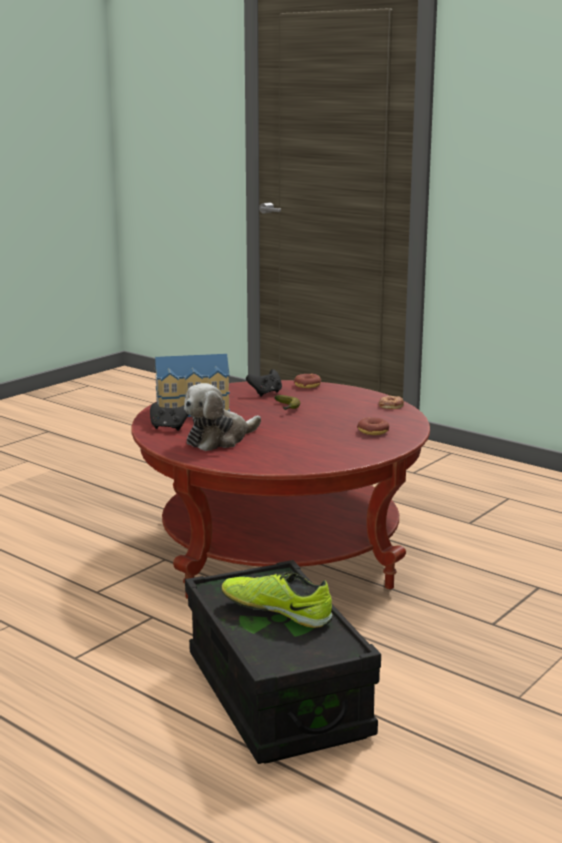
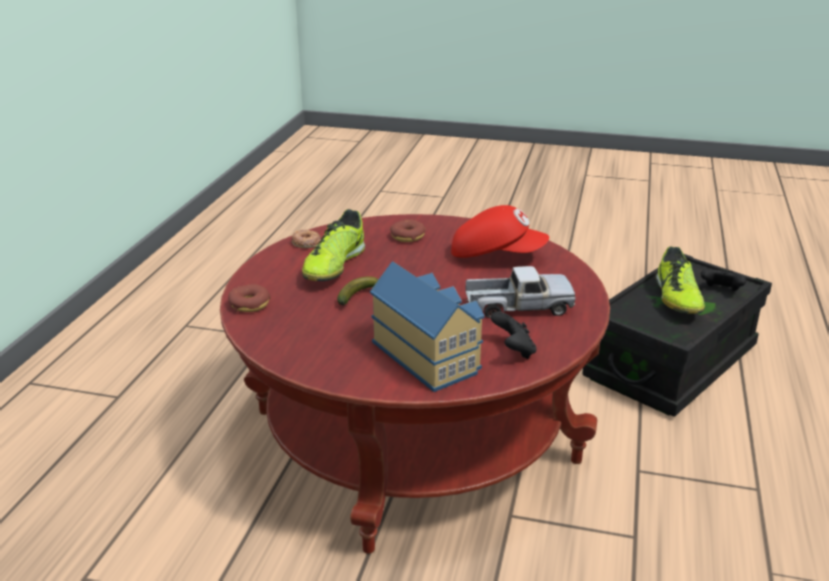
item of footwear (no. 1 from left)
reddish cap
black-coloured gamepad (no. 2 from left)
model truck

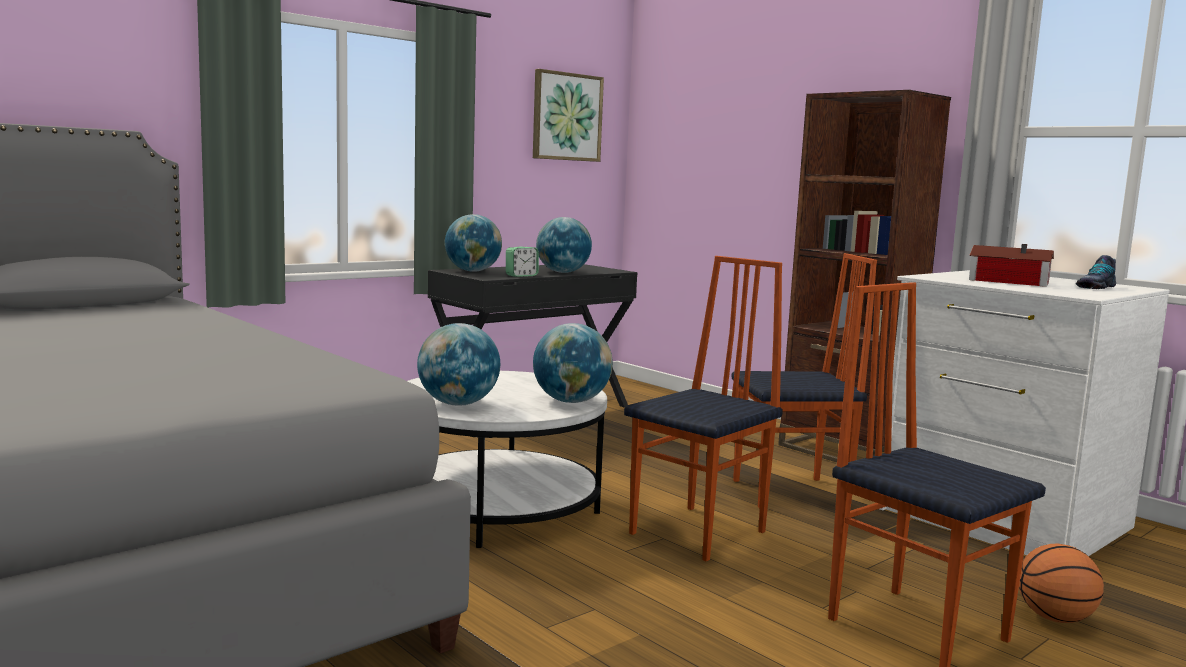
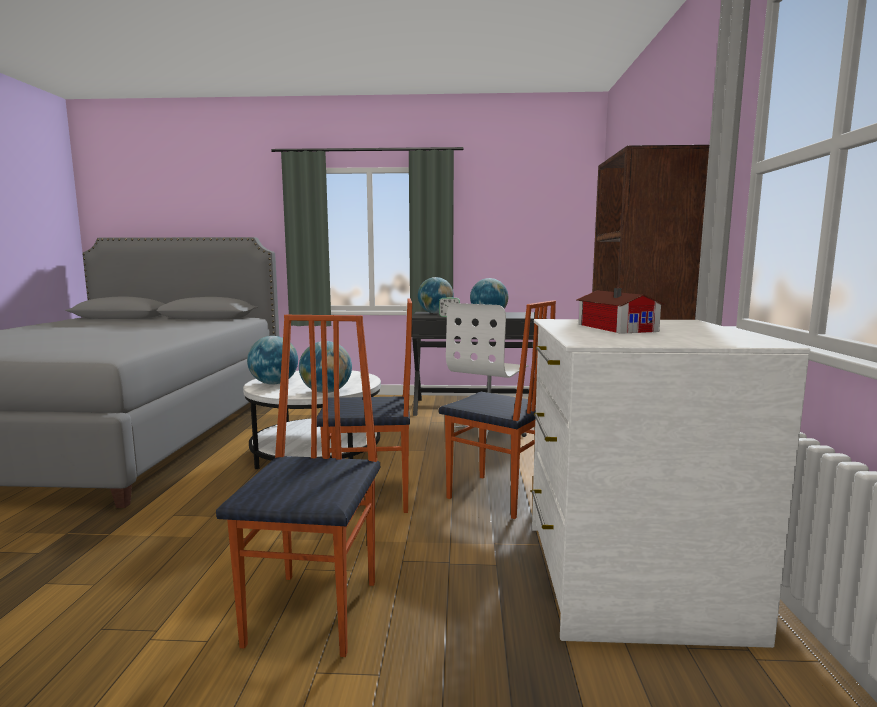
wall picture
ball for basketball
item of footwear
white computer chair

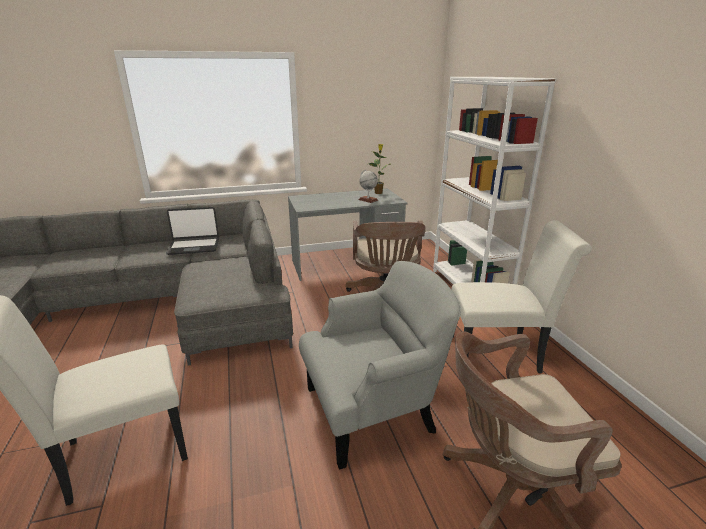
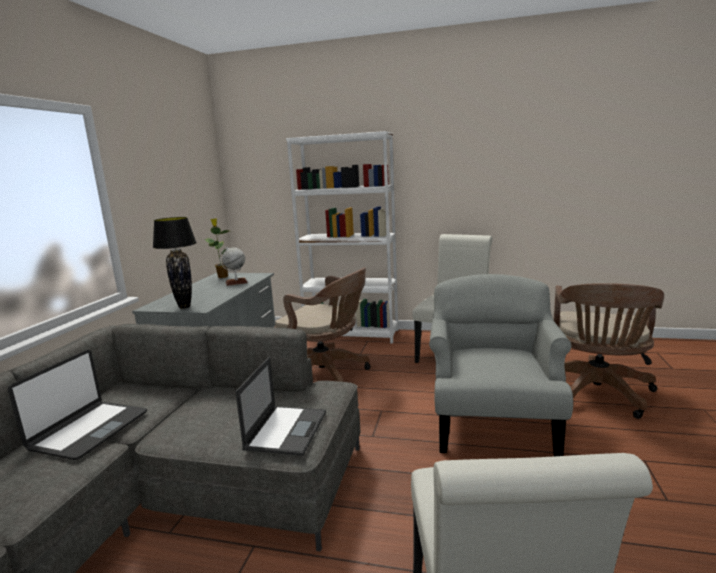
black-coloured table lamp
notebook computer (no. 2 from left)

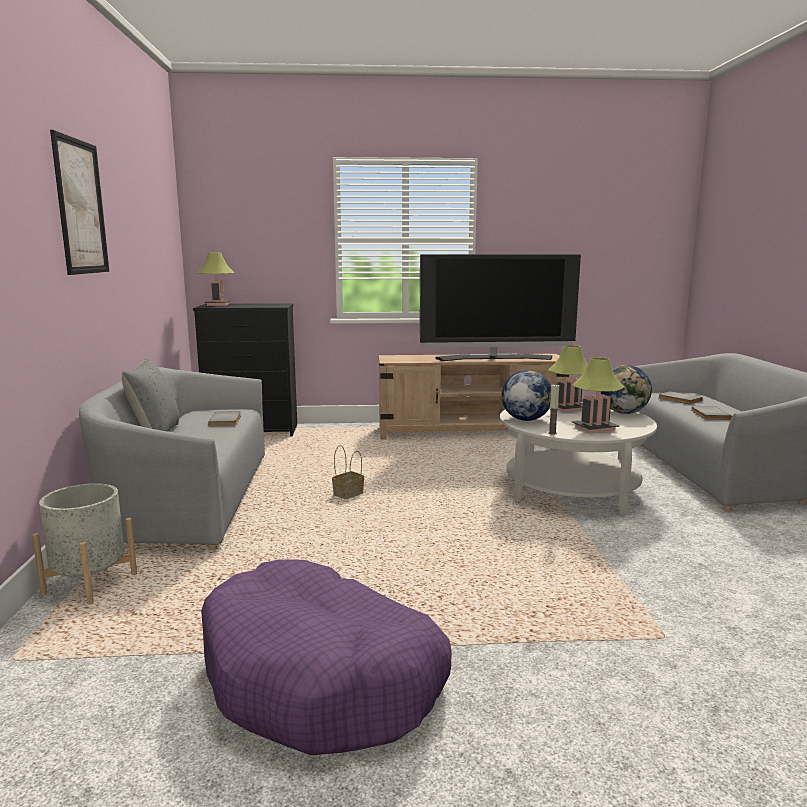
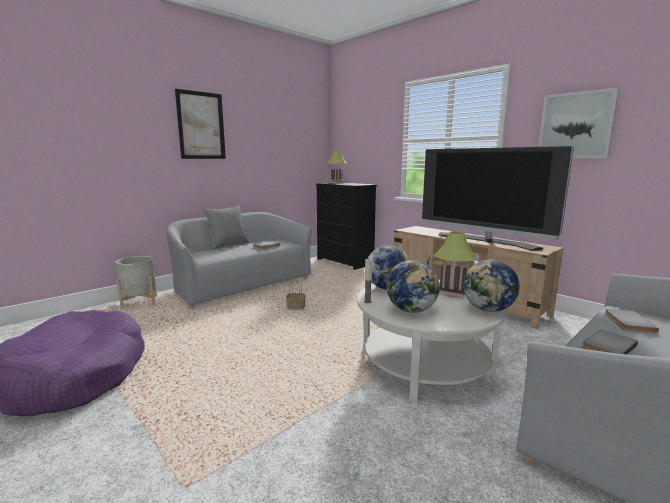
wall picture (no. 2 from left)
world globe (no. 2 from left)

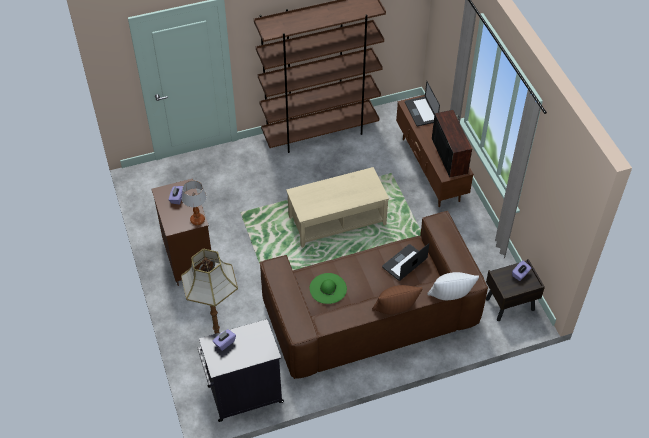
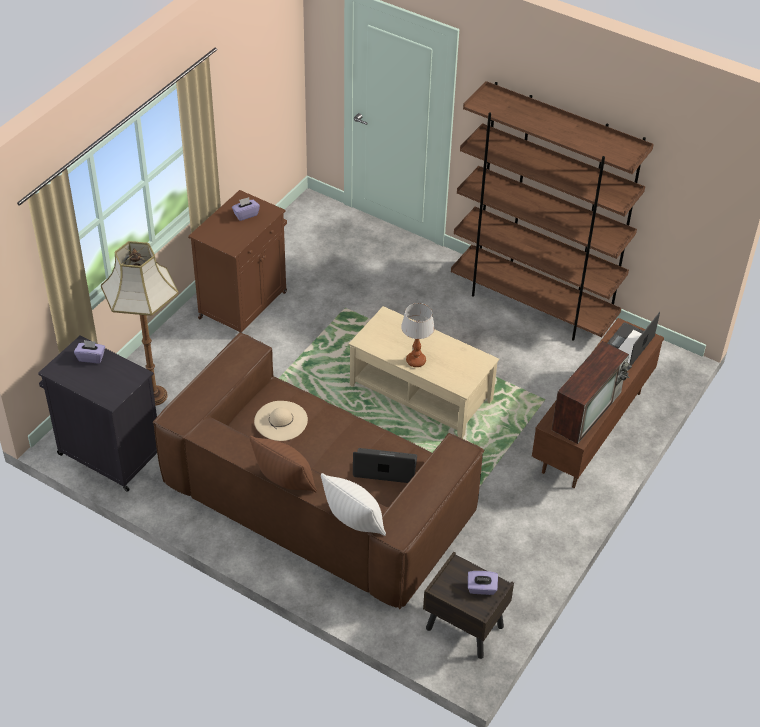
table lamp
beige wearable hat

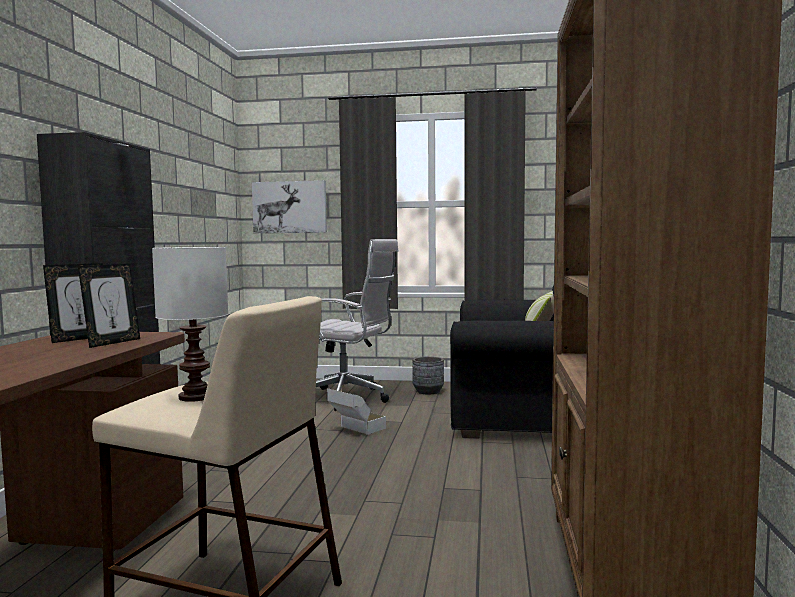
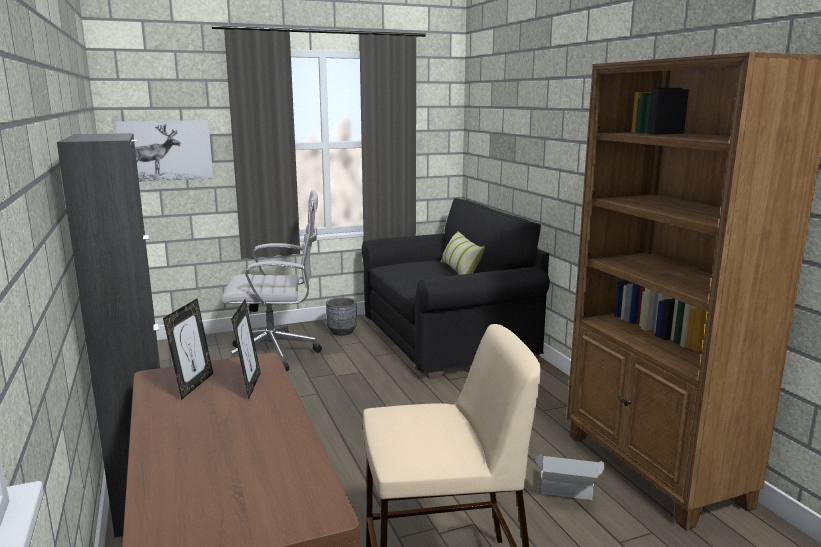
white table lamp
cardboard box

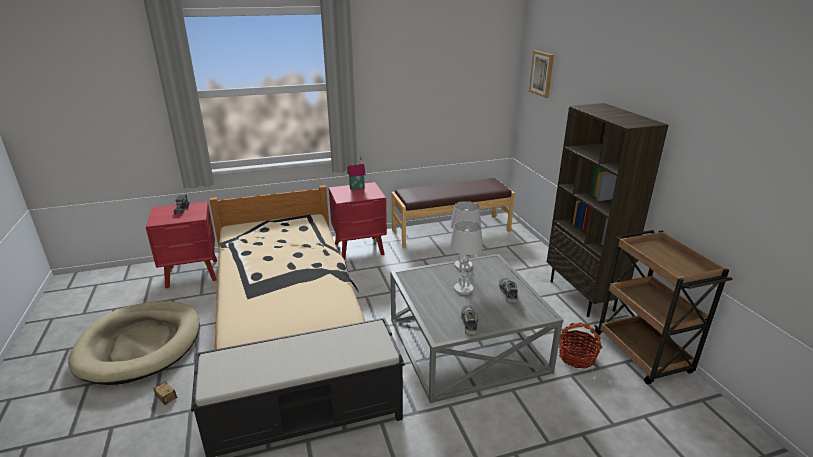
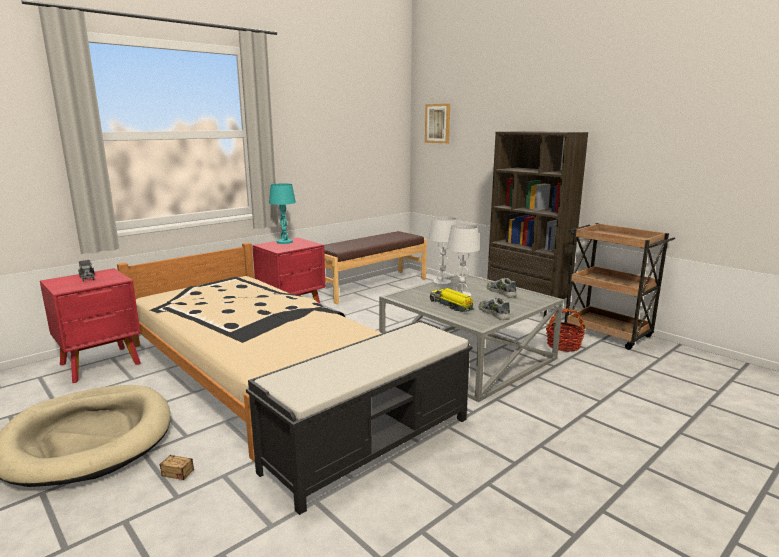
model truck (no. 2 from left)
turquoise table lamp

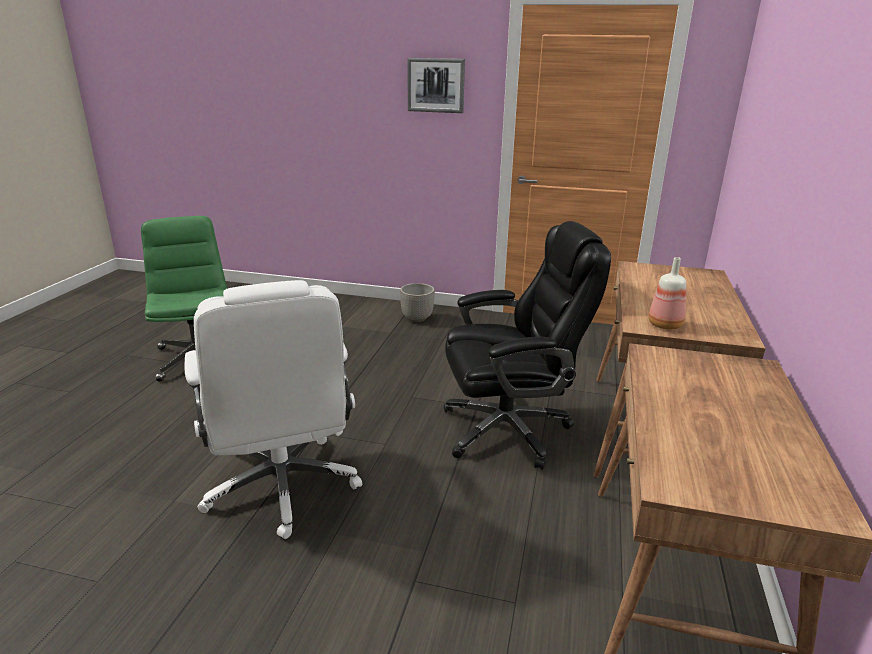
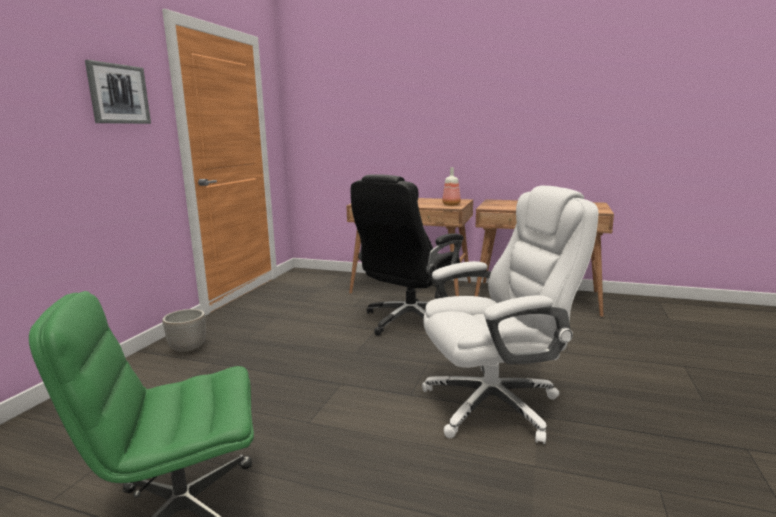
black-coloured computer chair

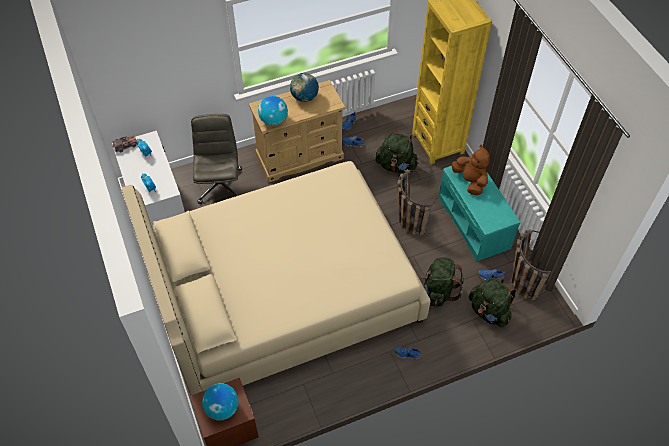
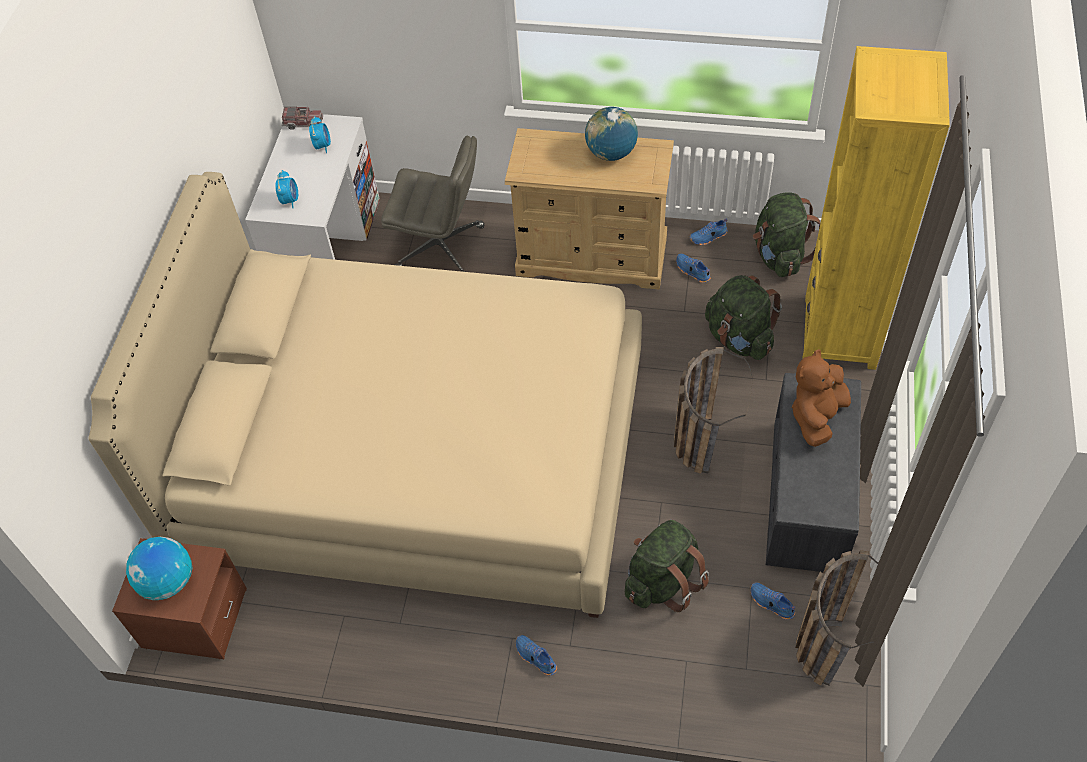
world globe (no. 2 from left in the first image)
green knapsack (no. 3 from left)
greyish indoor bench
greyish computer chair
brownish soft toy

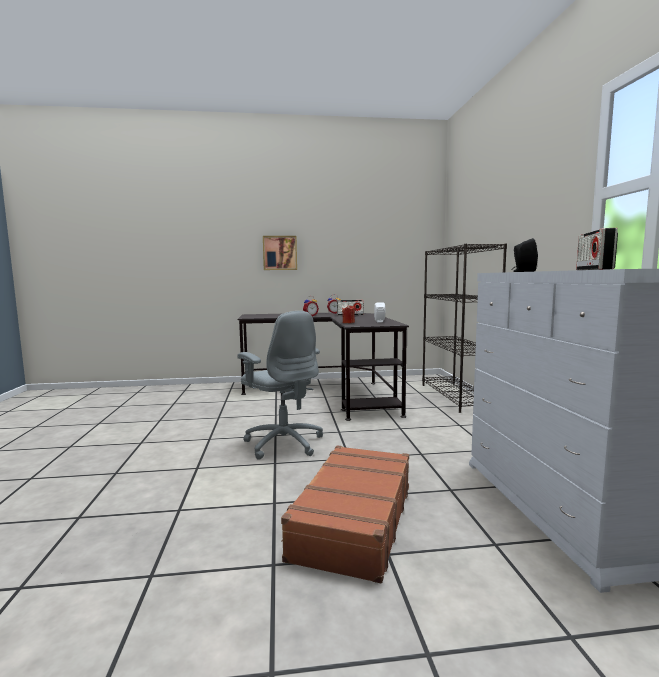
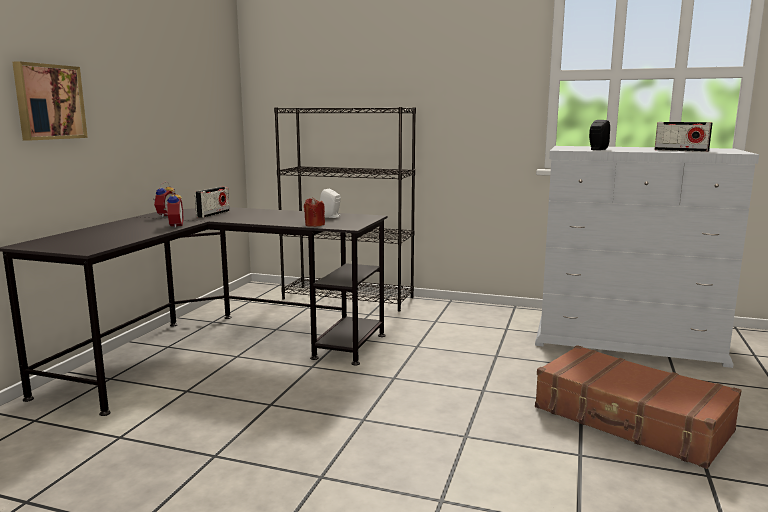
greyish computer chair

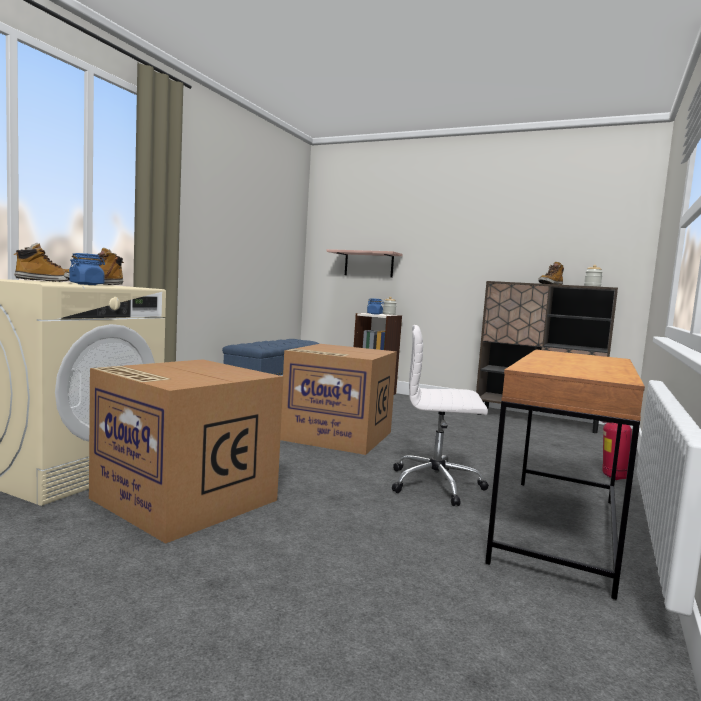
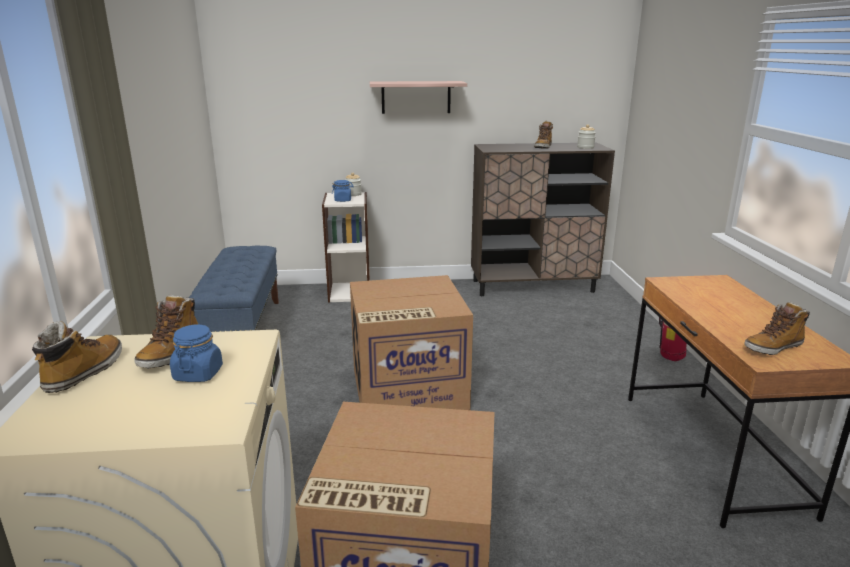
white computer chair
tall boot (no. 4 from left)
shelf

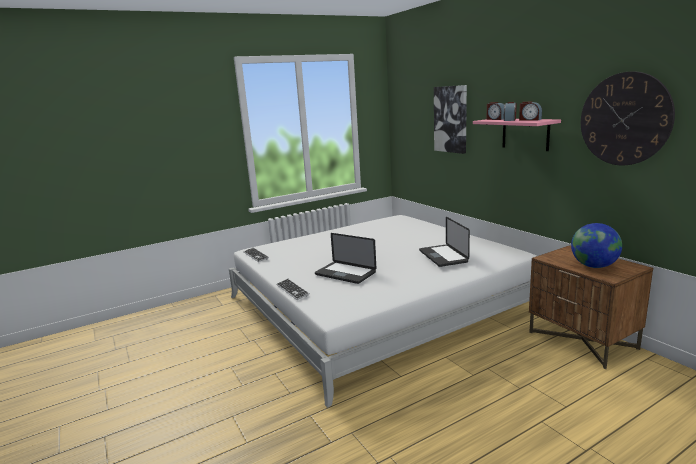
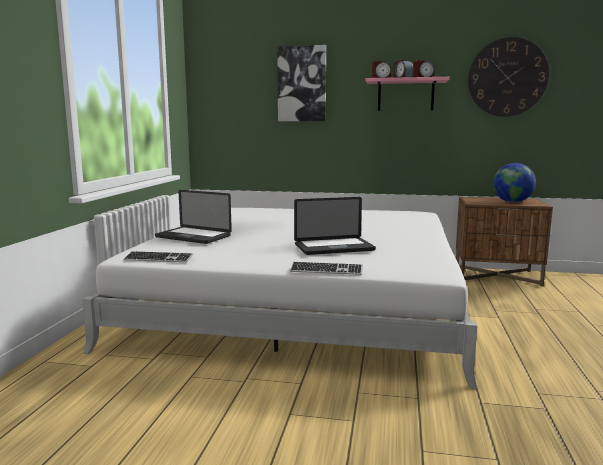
notebook computer (no. 1 from left)

